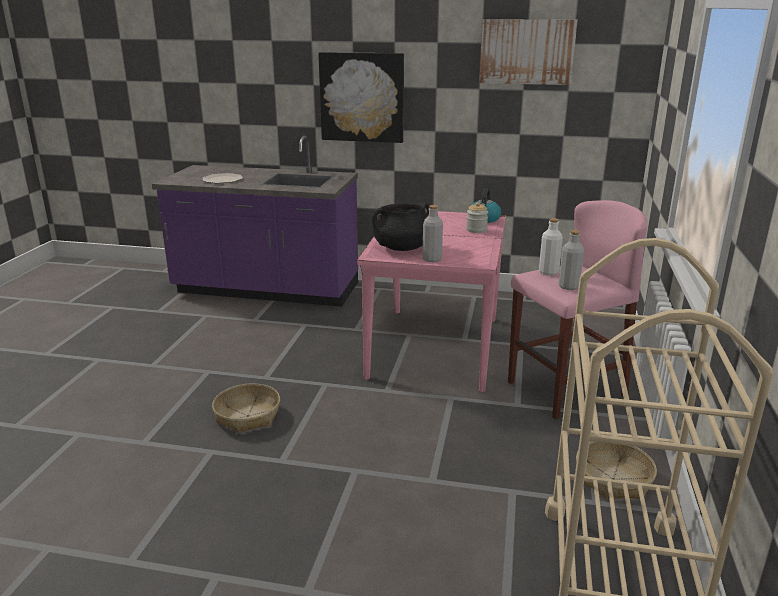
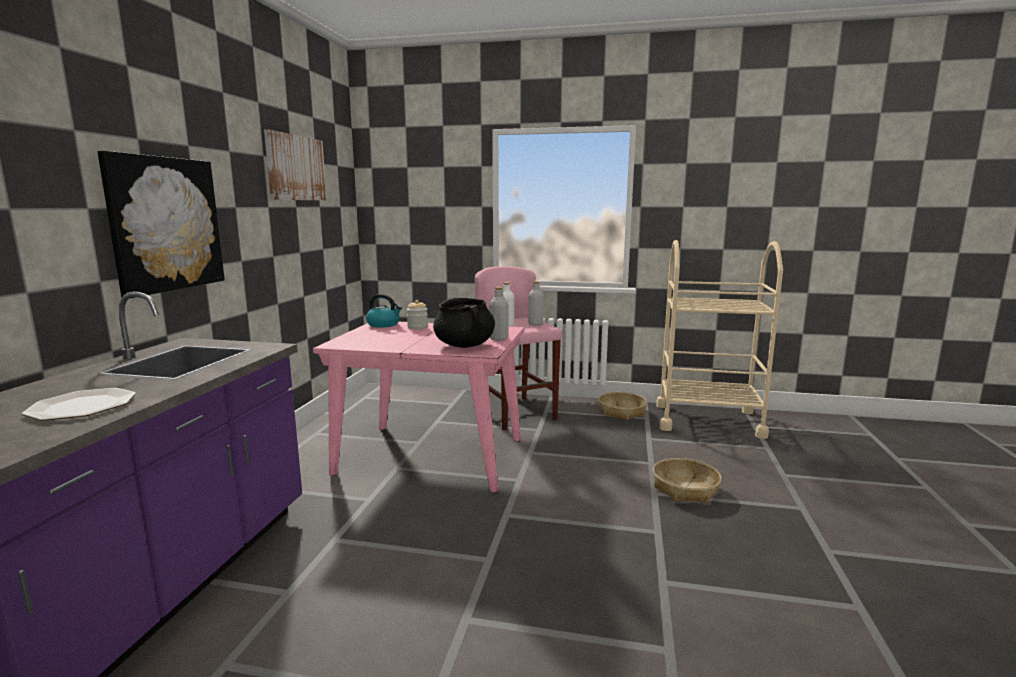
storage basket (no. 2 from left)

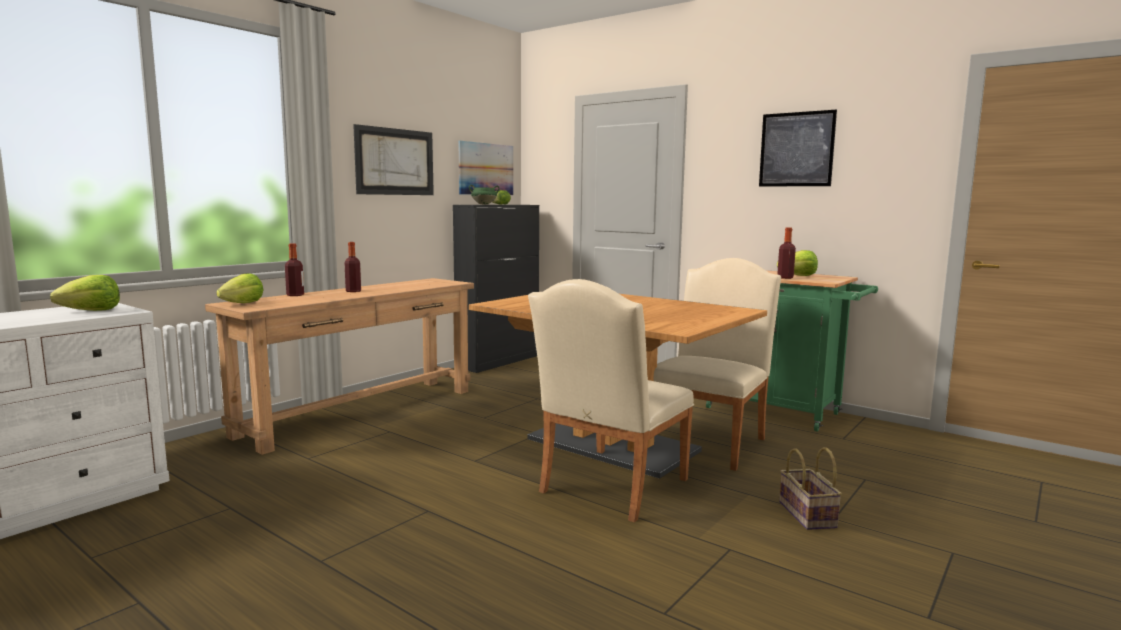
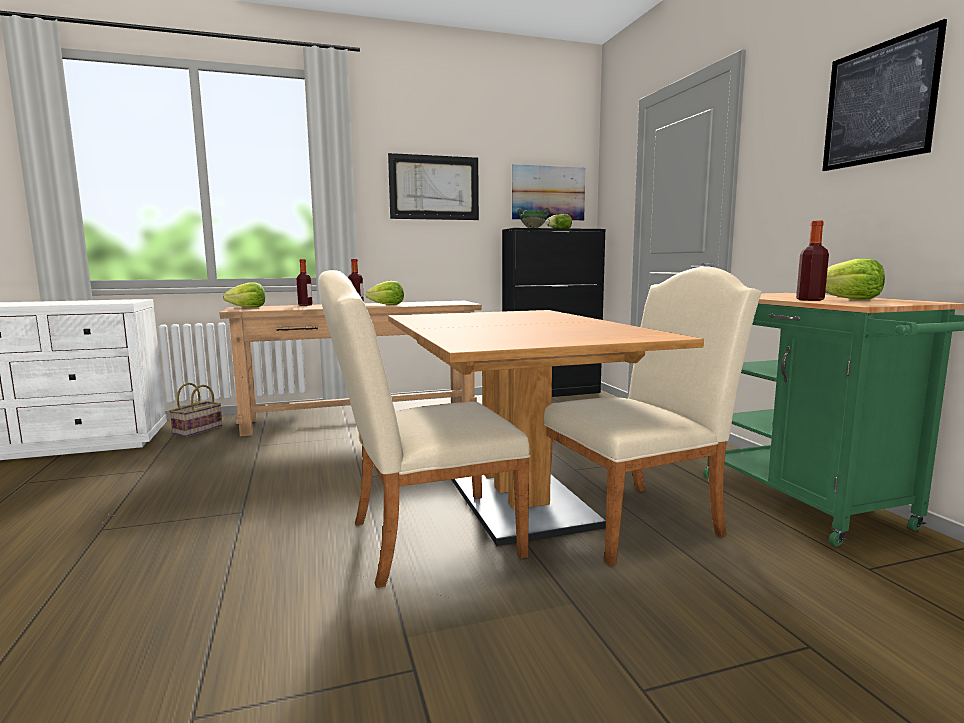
lettuce (no. 2 from left)
storage basket

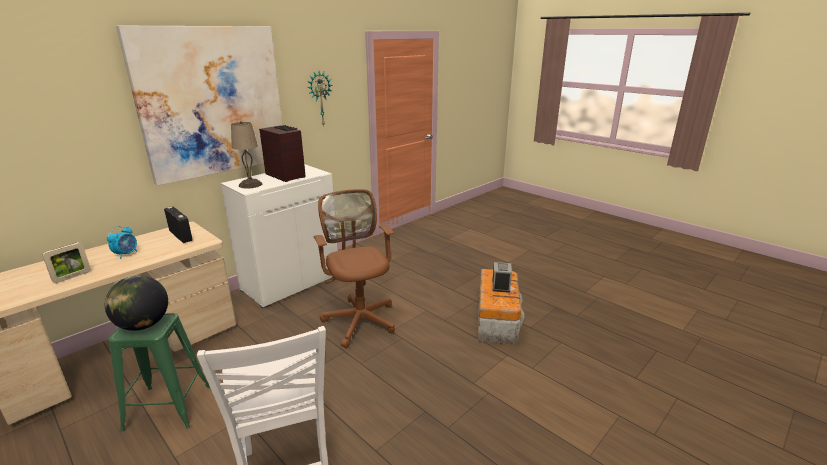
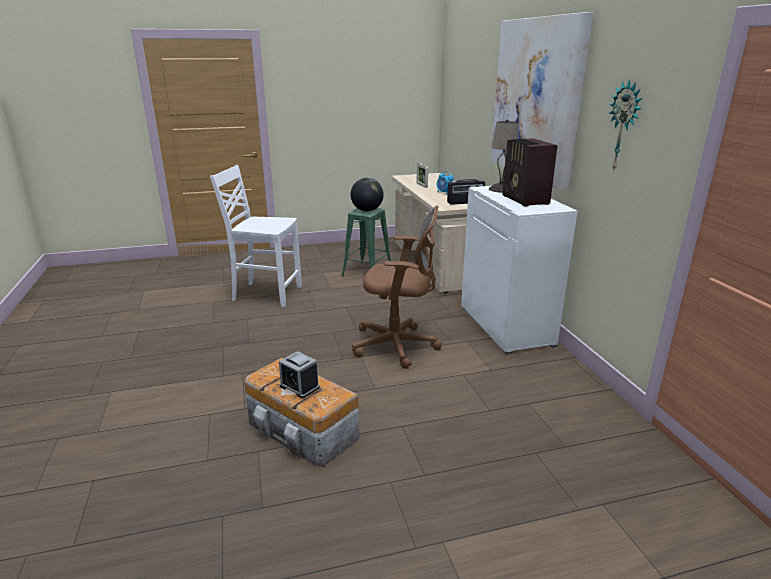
radio set (no. 2 from left)

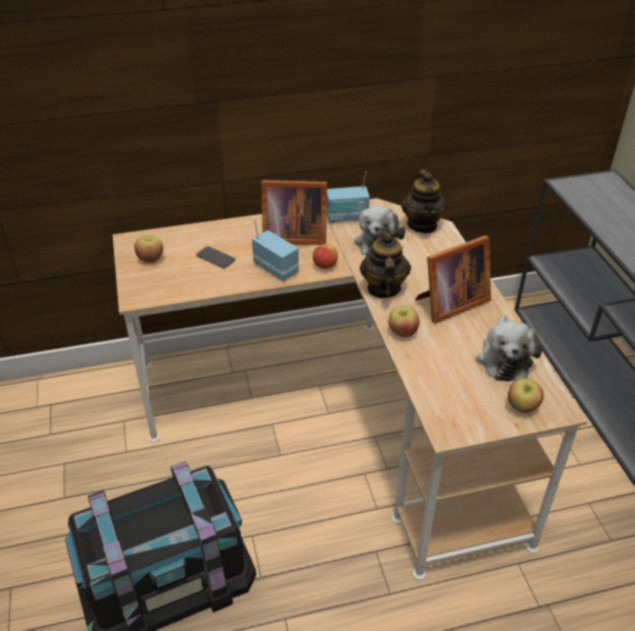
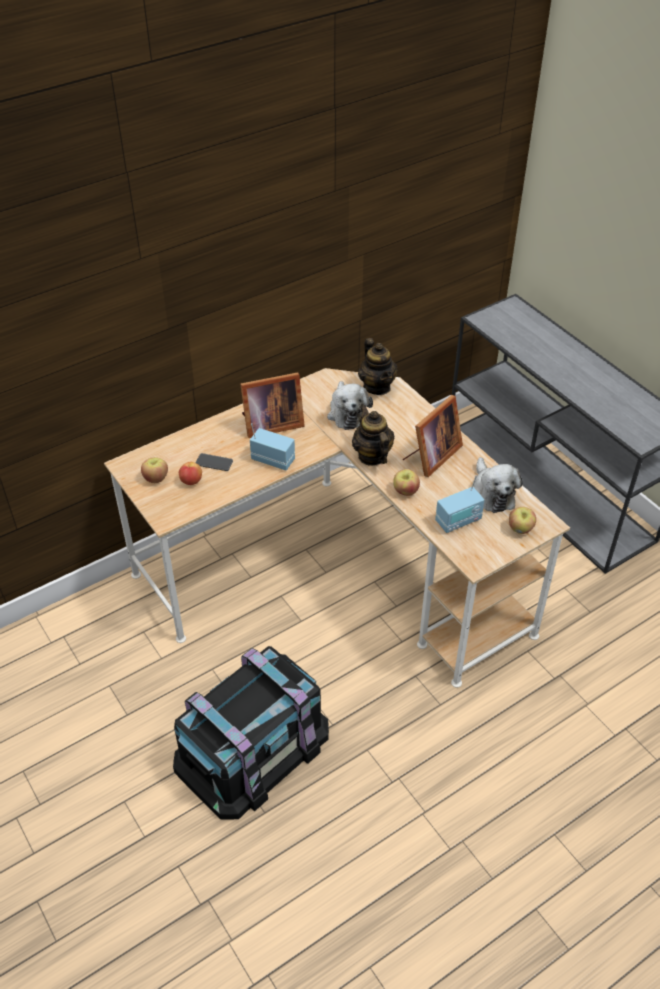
whole apple (no. 2 from left)
radio set (no. 2 from left)

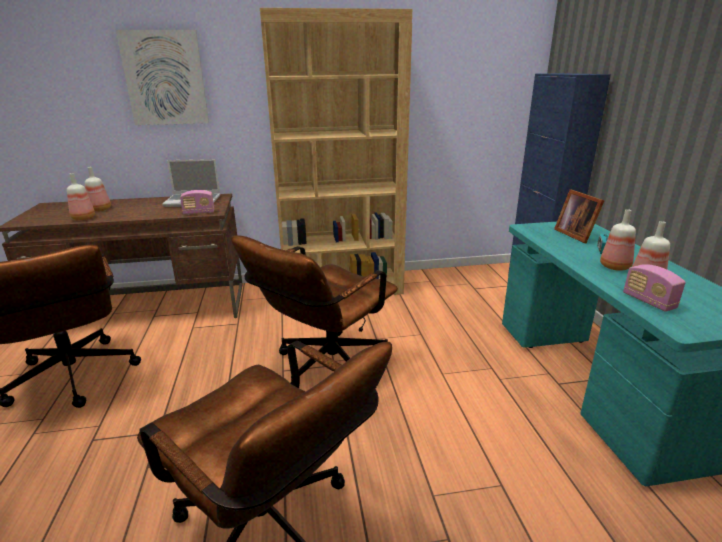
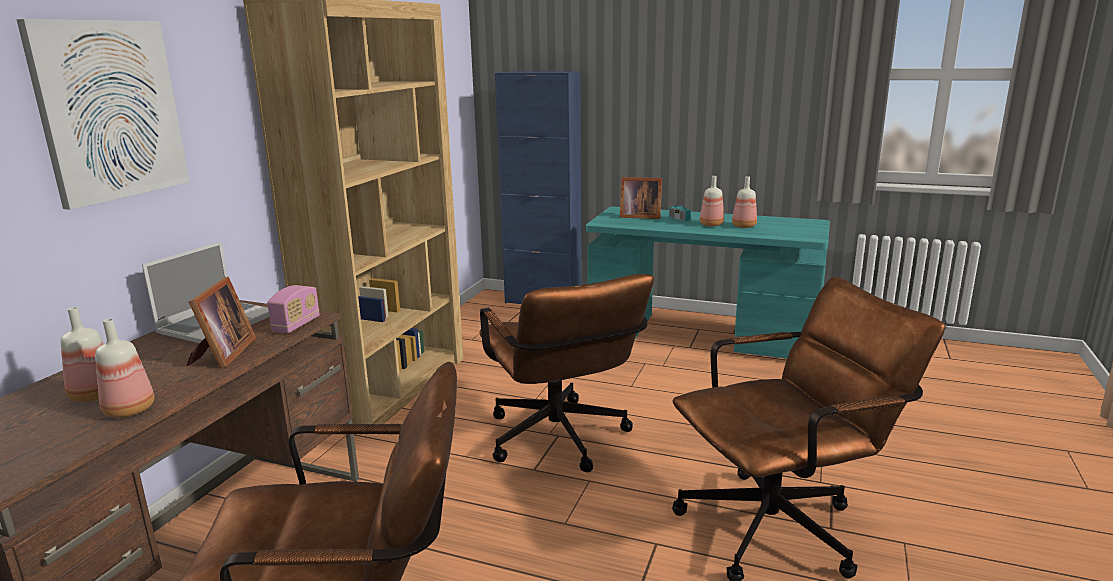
radio set (no. 3 from left in the first image)
photo frame (no. 1 from left)

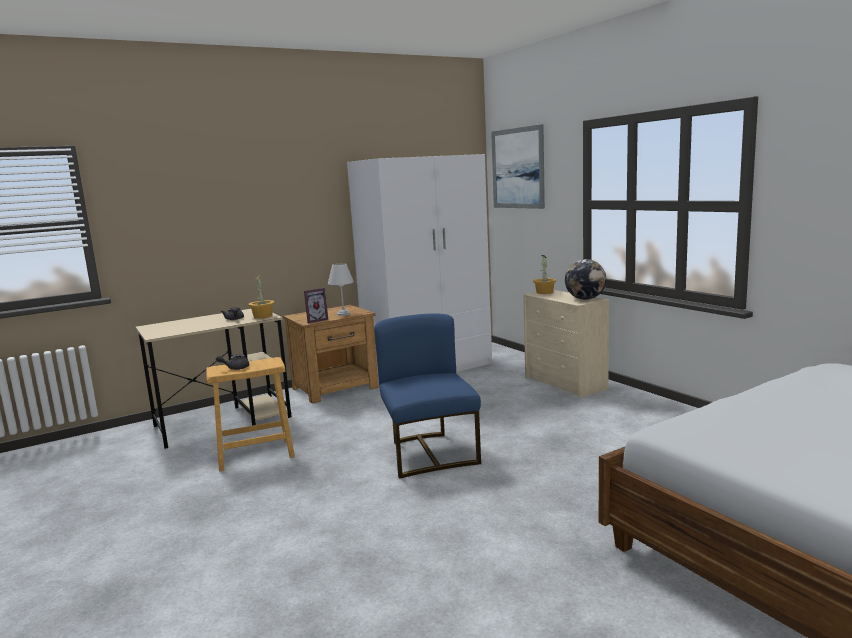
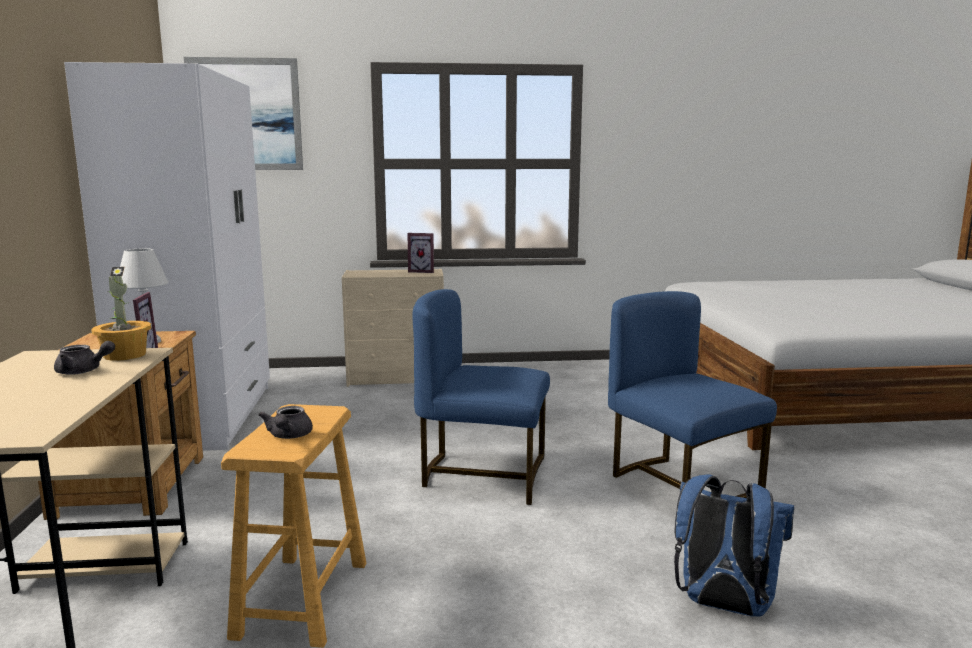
plant in a pot (no. 2 from left in the first image)
blue-coloured chair (no. 2 from left)
blue-coloured knapsack
photo frame (no. 2 from left)

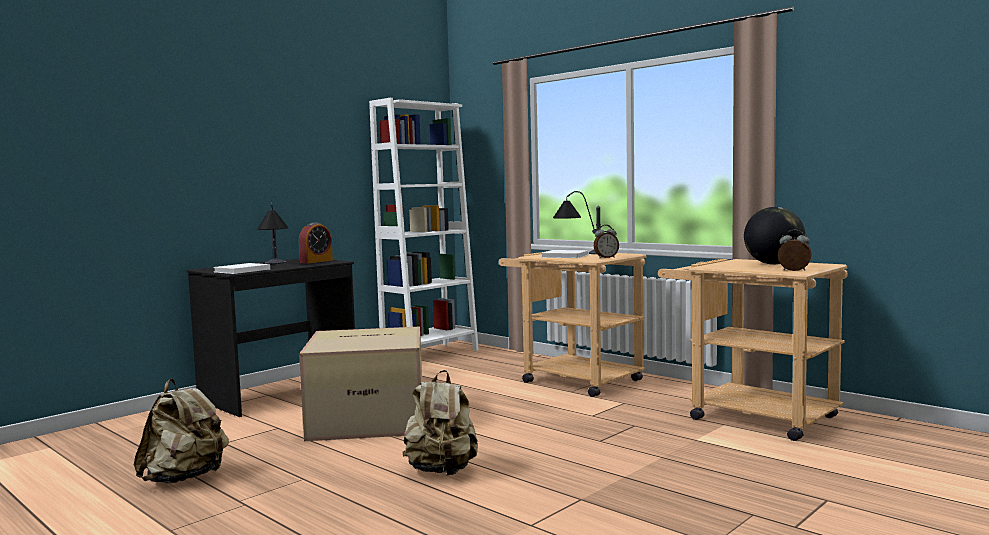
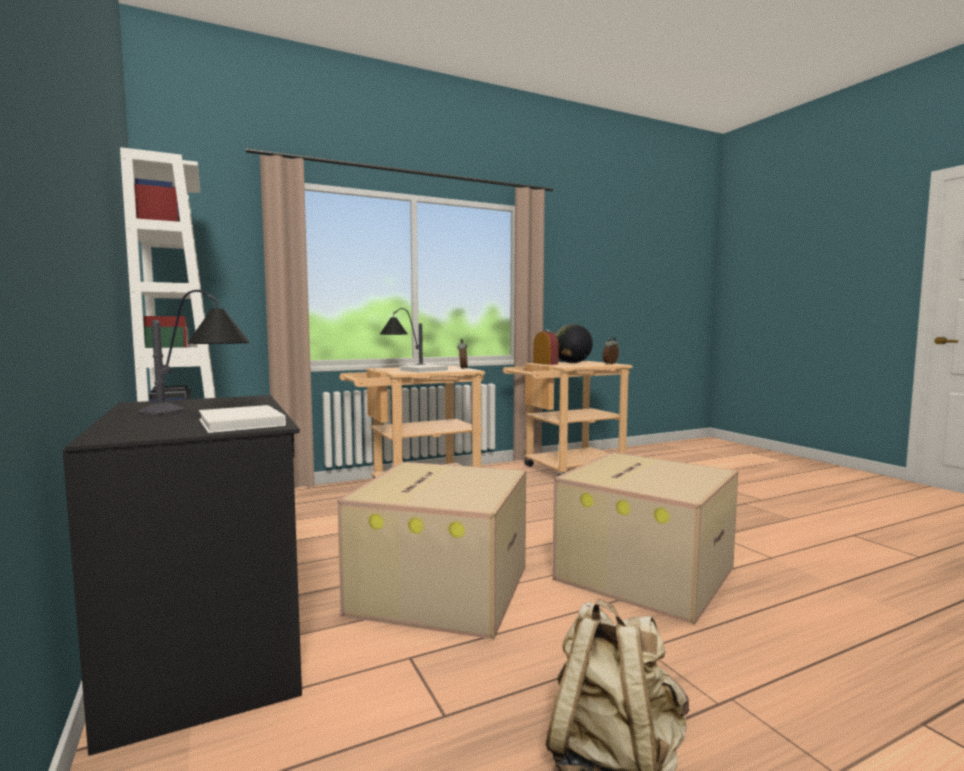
bedside clock (no. 2 from left)
cardboard box (no. 2 from left)

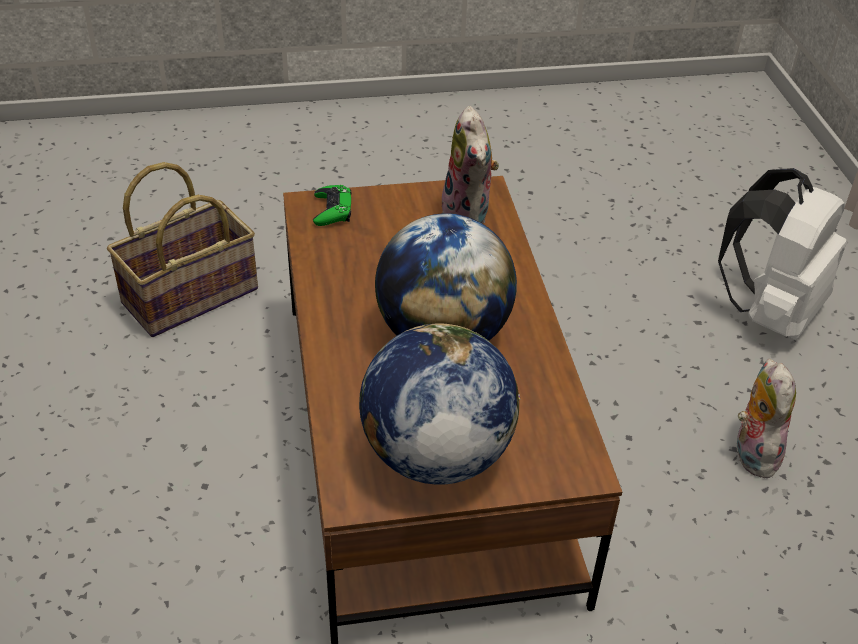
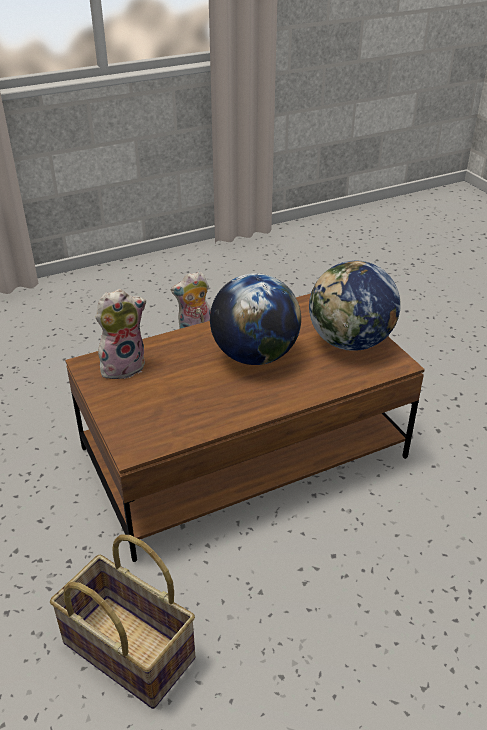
green gamepad
white knapsack

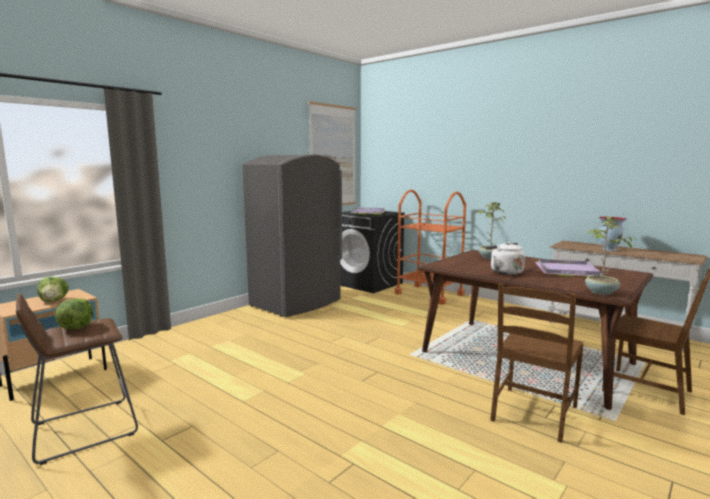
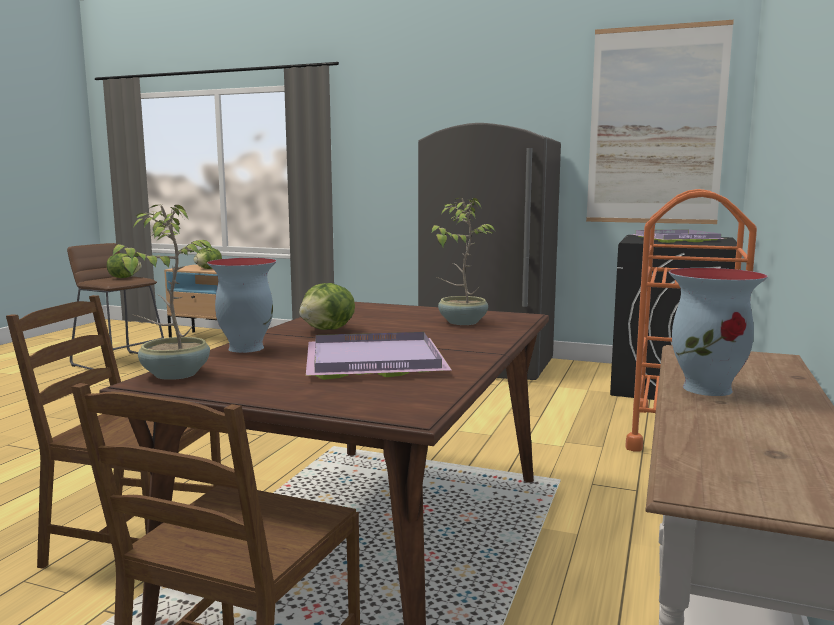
decorative vase (no. 1 from left)
lettuce (no. 3 from left)

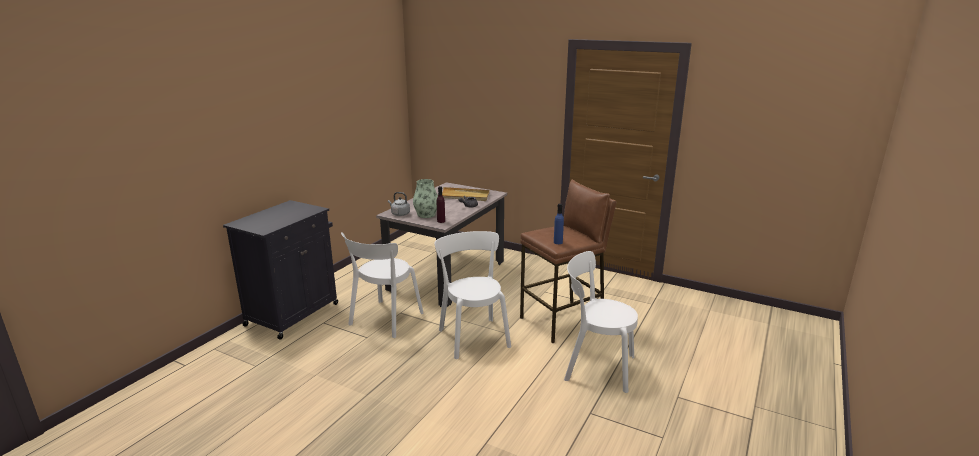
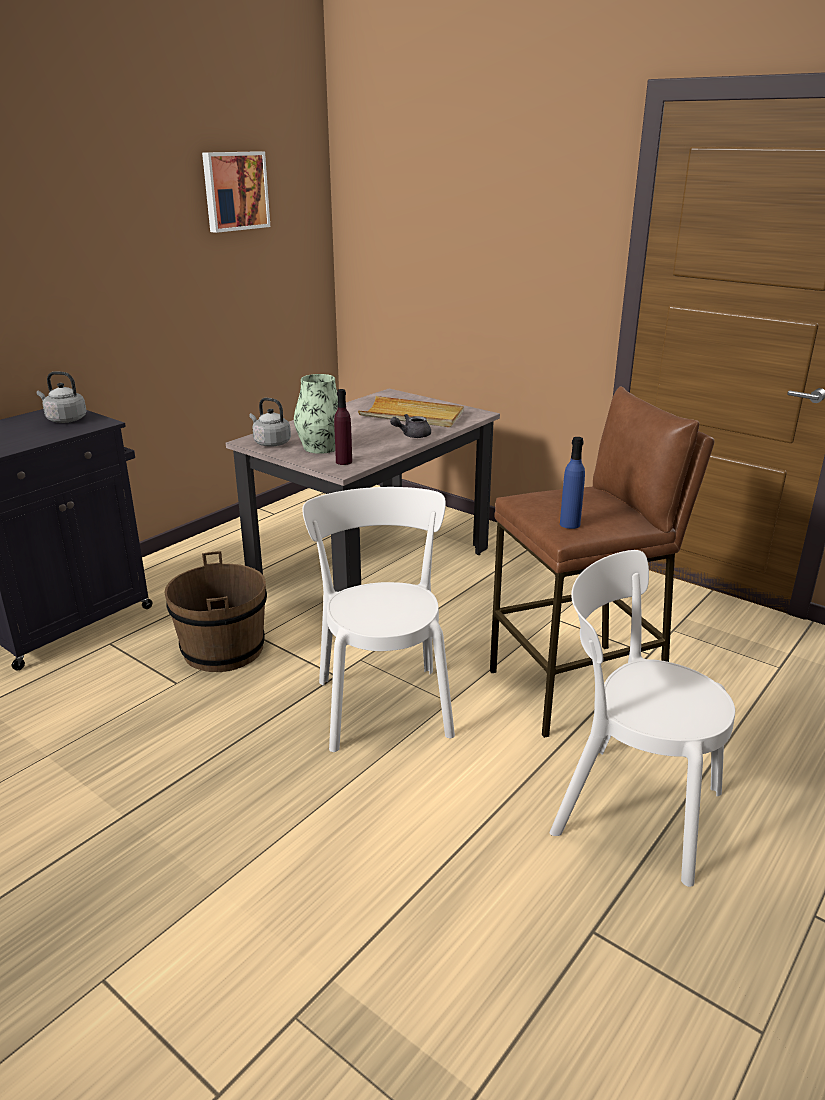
greyish tea kettle (no. 1 from left)
wall picture
brownish water bucket

